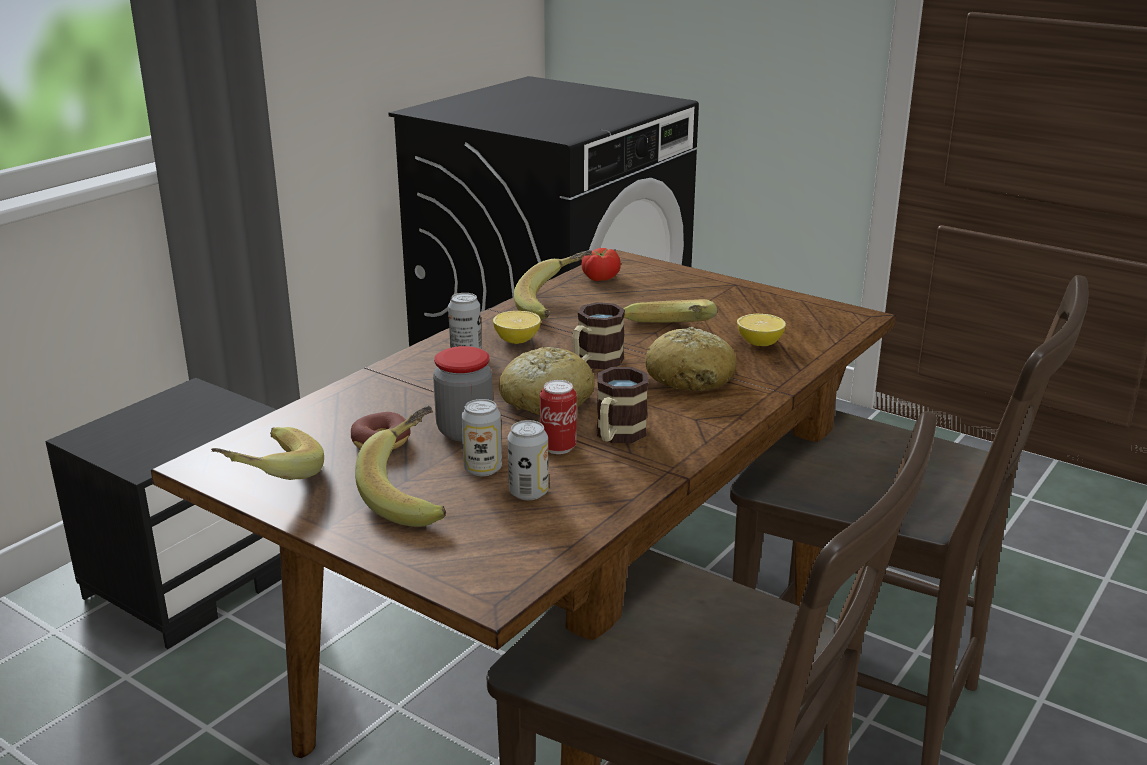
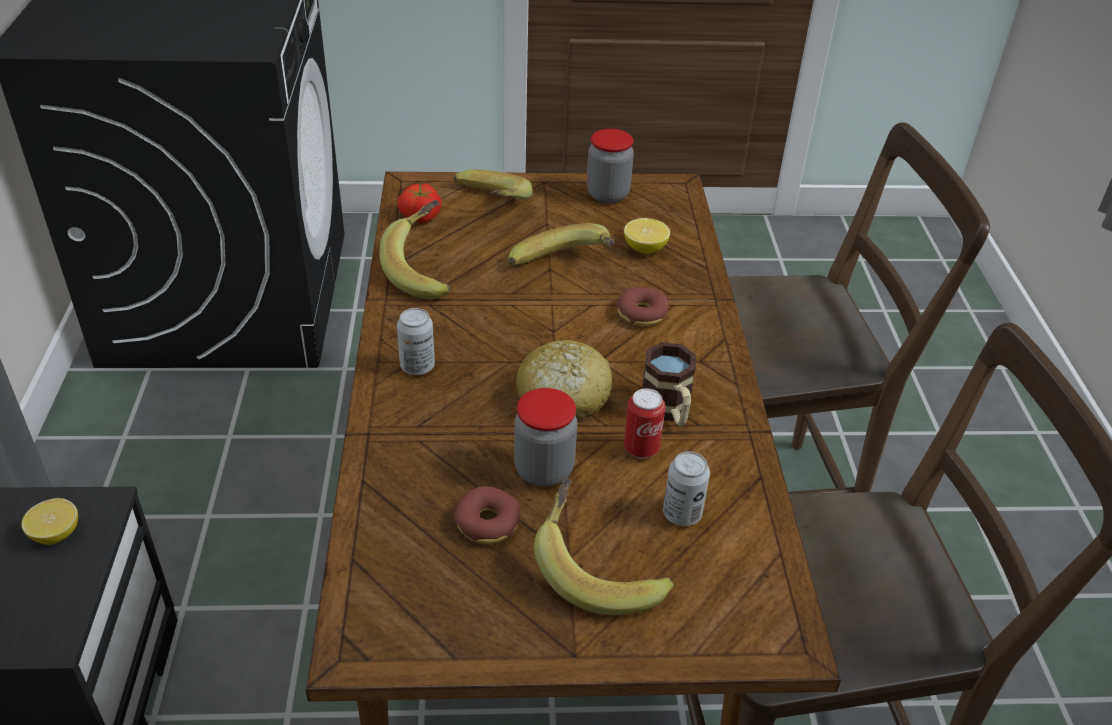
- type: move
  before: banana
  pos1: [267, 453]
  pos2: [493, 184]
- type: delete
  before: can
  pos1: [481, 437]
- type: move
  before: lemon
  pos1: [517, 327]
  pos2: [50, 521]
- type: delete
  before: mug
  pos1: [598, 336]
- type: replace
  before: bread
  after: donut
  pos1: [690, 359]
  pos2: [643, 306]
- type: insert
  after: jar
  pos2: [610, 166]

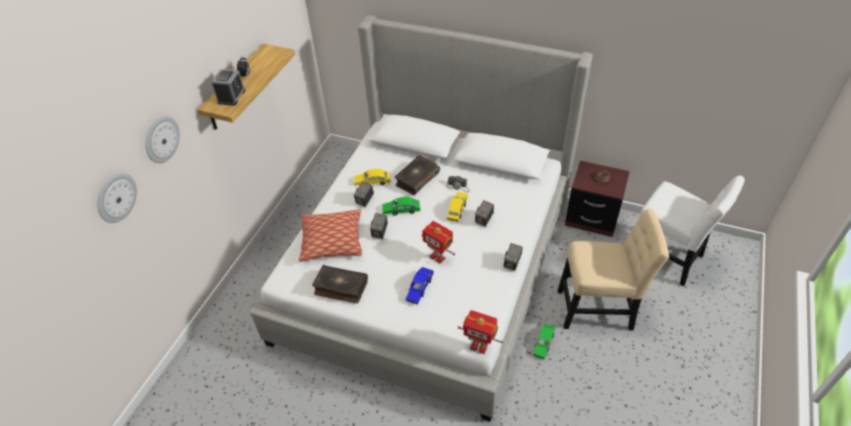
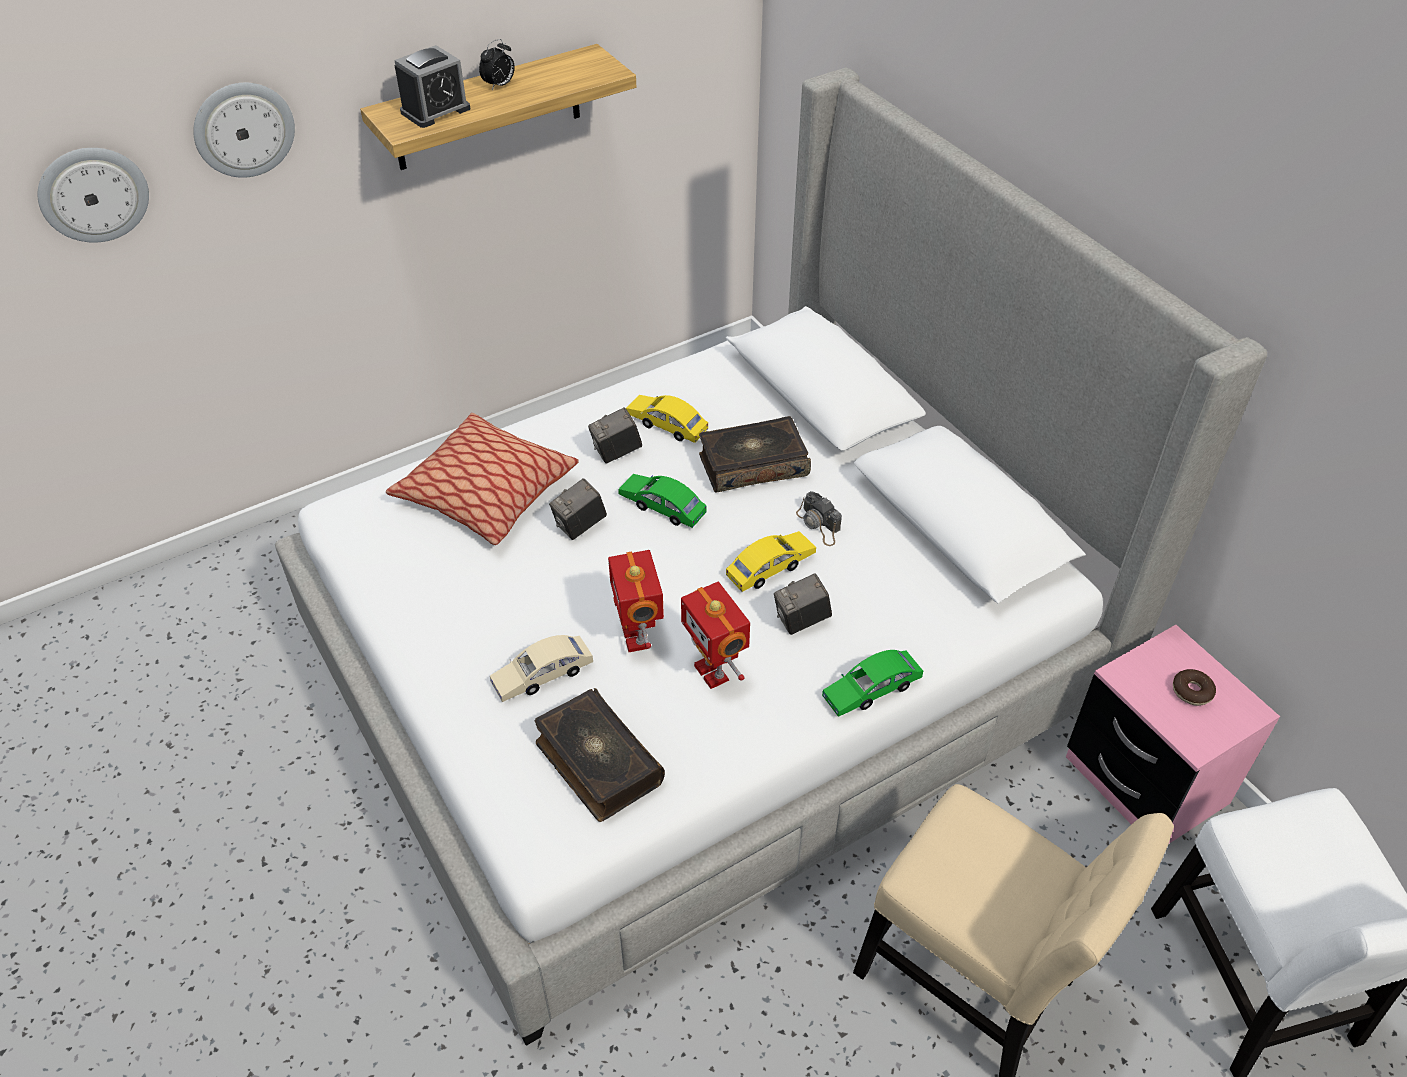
- type: move
  before: book
  pos1: [340, 284]
  pos2: [600, 755]
- type: recolor
  before: blue toy car
  after: beige toy car
  pos1: [420, 285]
  pos2: [541, 668]
- type: move
  before: toy robot
  pos1: [480, 332]
  pos2: [715, 635]
- type: delete
  before: photo camera
  pos1: [513, 257]
- type: move
  before: green toy car
  pos1: [544, 341]
  pos2: [872, 683]
- type: recolor
  before: brown nightstand
  after: pink nightstand
  pos1: [597, 199]
  pos2: [1173, 734]

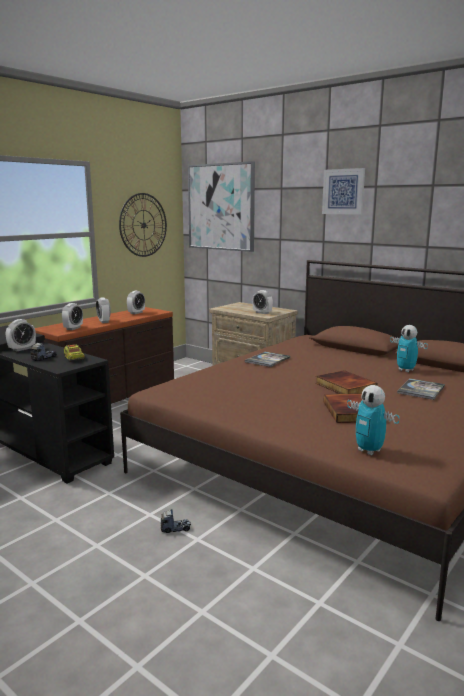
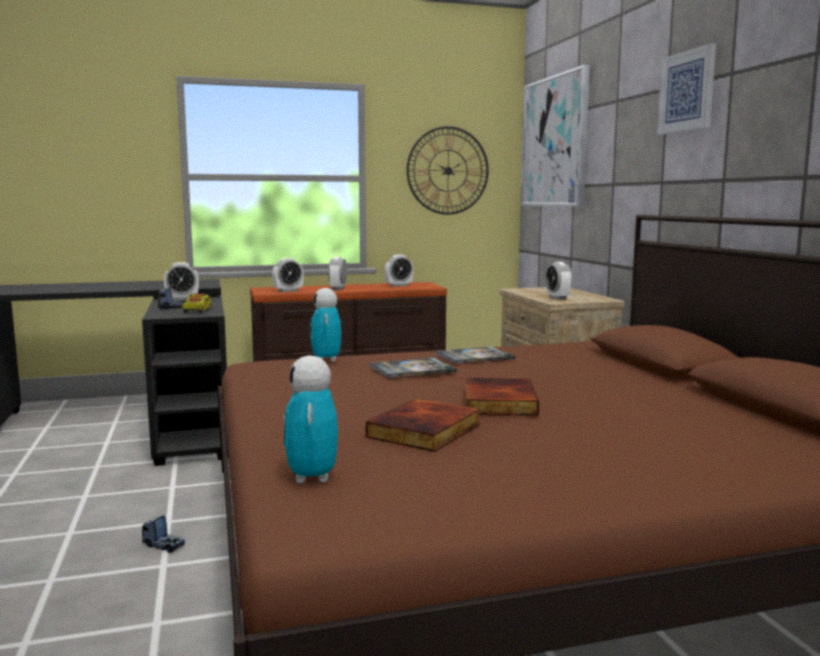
- type: move
  before: toy robot
  pos1: [409, 348]
  pos2: [325, 325]
- type: move
  before: book
  pos1: [421, 389]
  pos2: [413, 368]

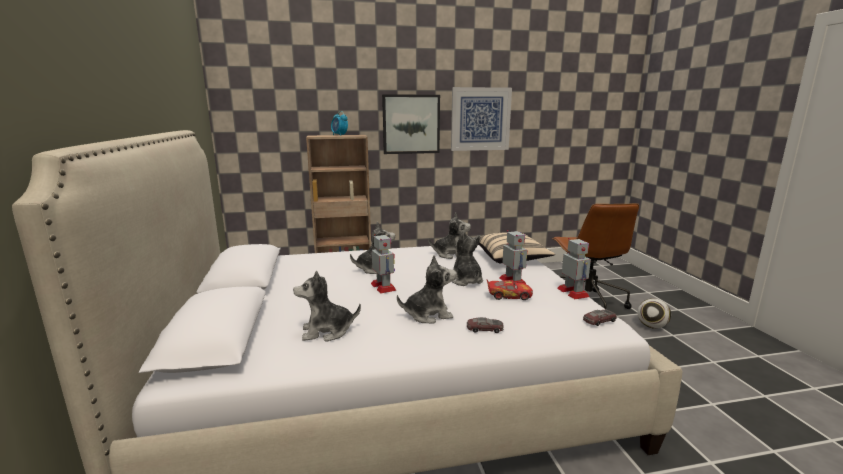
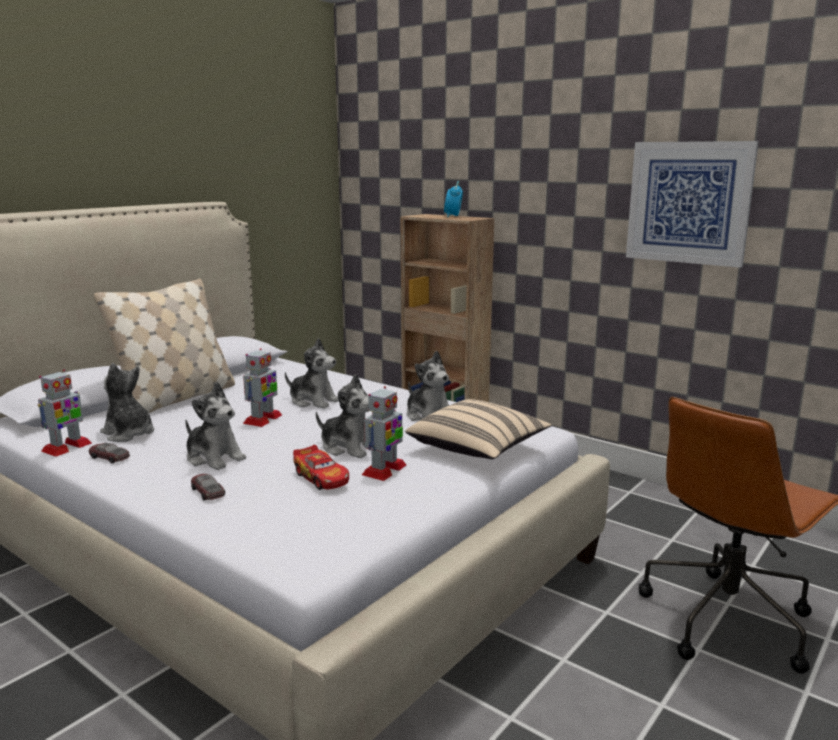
- type: delete
  before: picture
  pos1: [411, 124]
- type: rotate
  before: plush toy
  pos1: [467, 258]
  pos2: [342, 416]
  turn: 90
- type: move
  before: toy robot
  pos1: [574, 268]
  pos2: [64, 413]
- type: move
  before: toy car
  pos1: [600, 318]
  pos2: [109, 453]
- type: delete
  before: football
  pos1: [654, 313]
- type: insert
  after: beige pillow
  pos2: [164, 346]

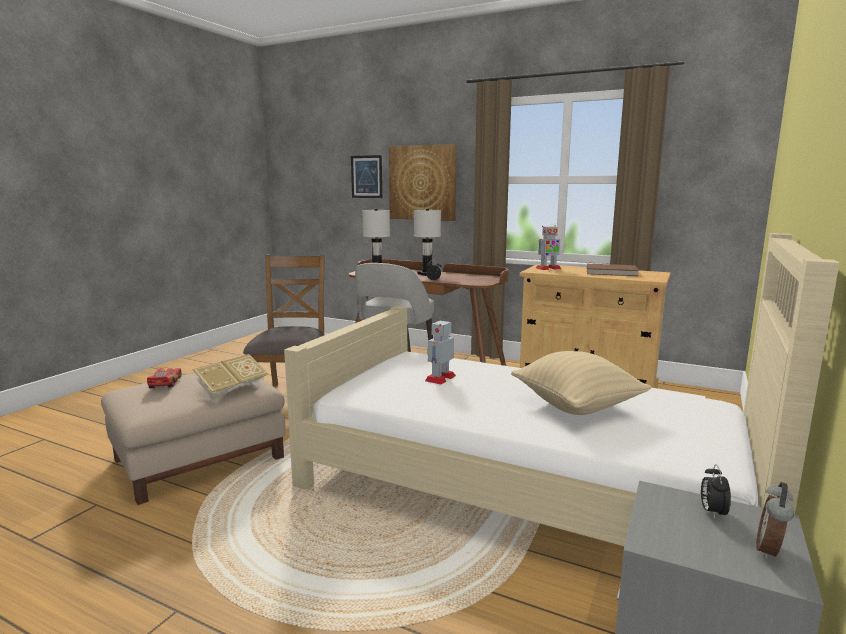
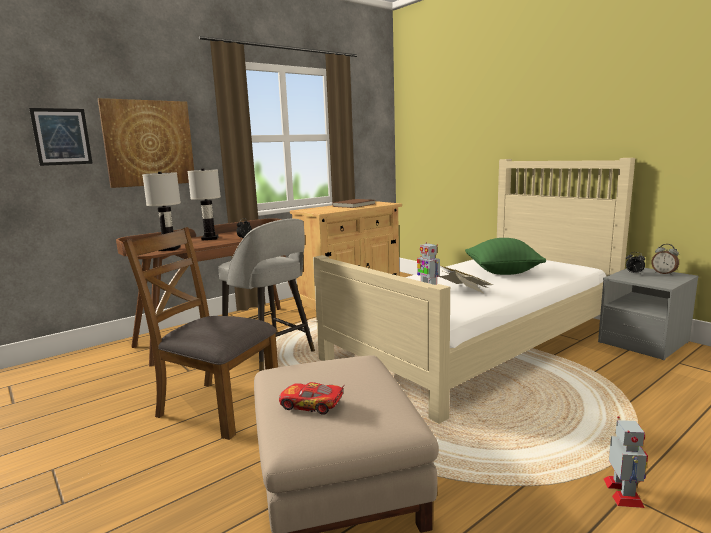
- type: move
  before: book
  pos1: [230, 377]
  pos2: [466, 279]
- type: recolor
  before: beige pillow
  after: green pillow
  pos1: [581, 383]
  pos2: [505, 256]
- type: move
  before: toy robot
  pos1: [548, 248]
  pos2: [626, 462]

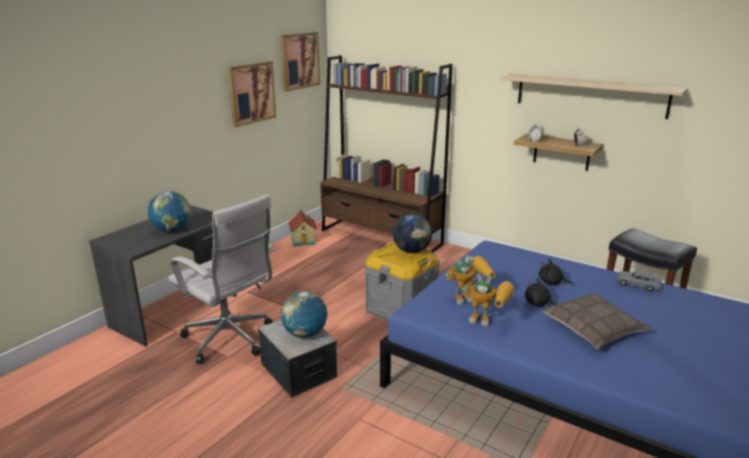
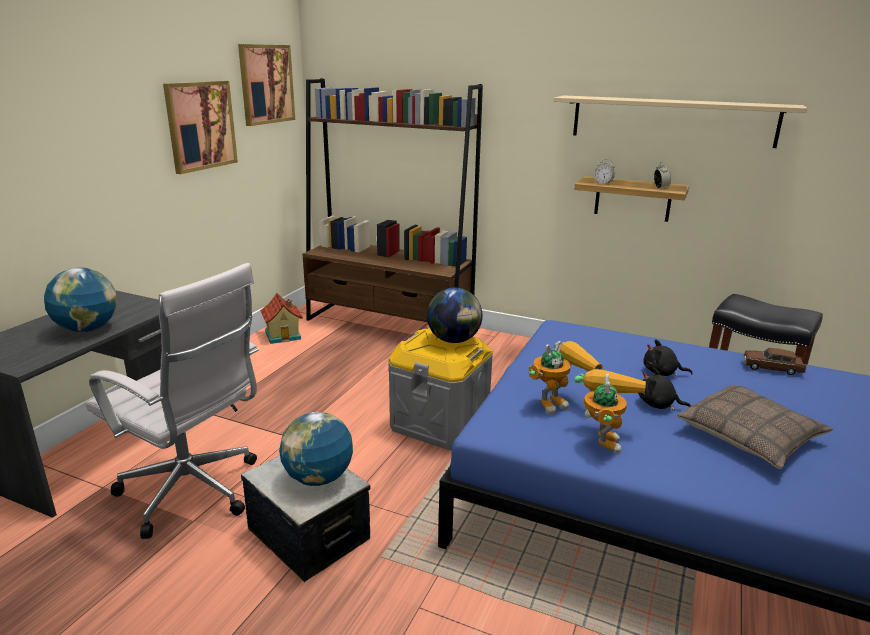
- type: rotate
  before: toy robot
  pos1: [488, 300]
  pos2: [610, 411]
  turn: -90
- type: recolor
  before: grey toy car
  after: brown toy car
  pos1: [639, 280]
  pos2: [774, 361]

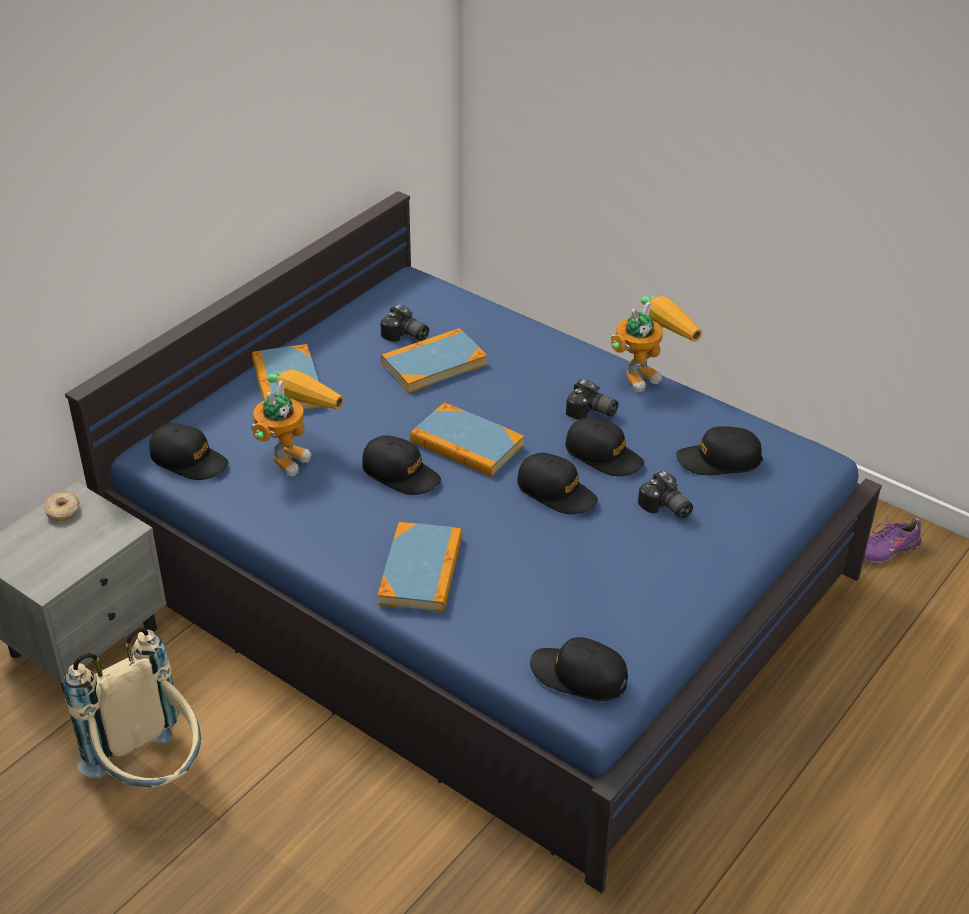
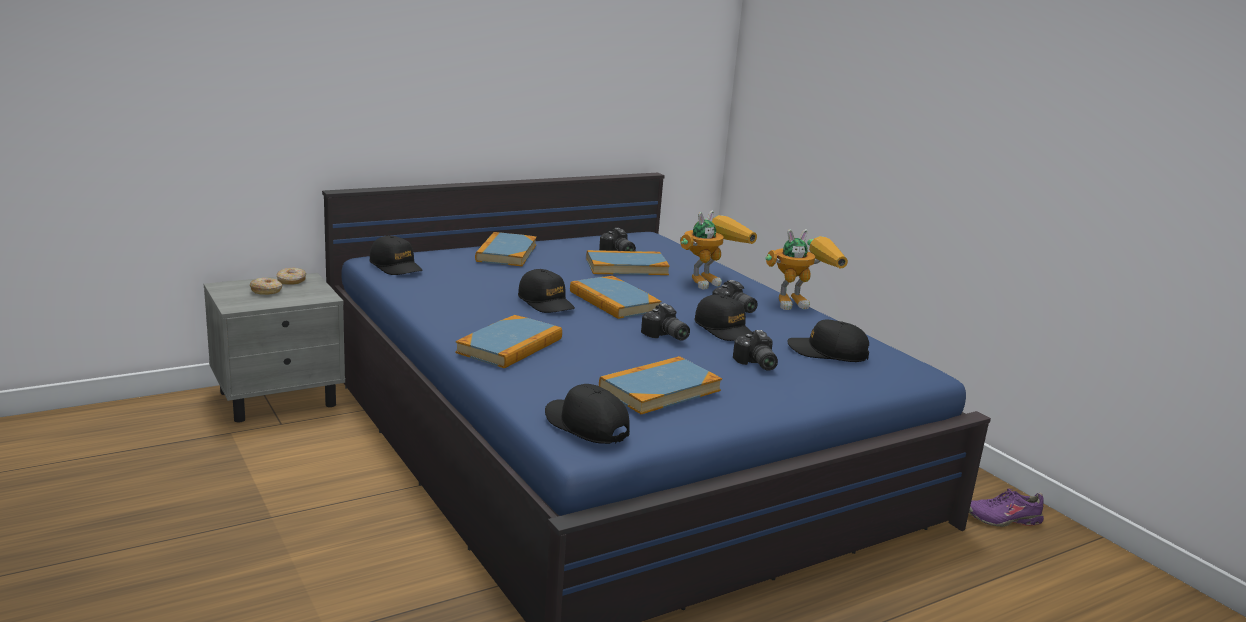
- type: delete
  before: beige backpack
  pos1: [132, 707]
- type: move
  before: toy robot
  pos1: [297, 422]
  pos2: [718, 249]
- type: replace
  before: black cap
  after: photo camera
  pos1: [557, 483]
  pos2: [665, 322]
- type: insert
  after: donut
  pos2: [266, 286]
- type: insert
  after: book
  pos2: [660, 385]

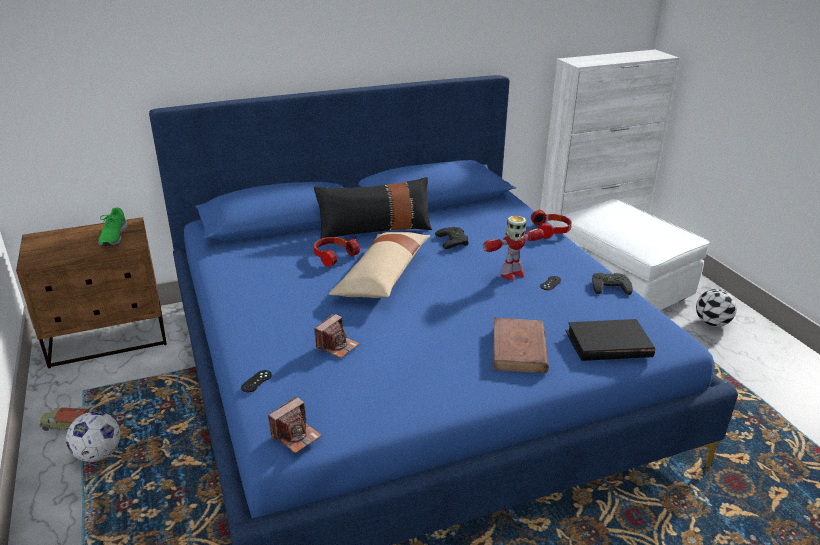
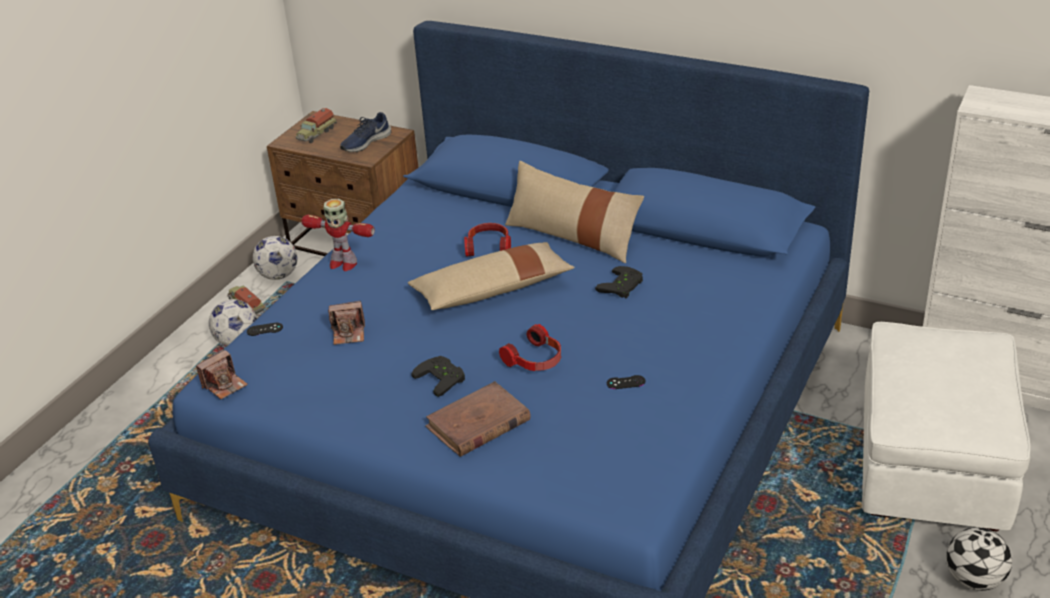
- type: recolor
  before: green shoe
  after: blue shoe
  pos1: [113, 227]
  pos2: [365, 132]
- type: rotate
  before: photo camera
  pos1: [295, 424]
  pos2: [222, 374]
  turn: -45
- type: recolor
  before: black pillow
  after: beige pillow
  pos1: [373, 208]
  pos2: [574, 212]
- type: move
  before: toy robot
  pos1: [513, 248]
  pos2: [338, 235]
- type: move
  before: headphones
  pos1: [551, 224]
  pos2: [530, 347]
- type: delete
  before: black book
  pos1: [610, 340]
- type: move
  before: black game controller
  pos1: [612, 284]
  pos2: [438, 376]
- type: insert
  after: football
  pos2: [275, 258]
- type: insert
  after: toy truck
  pos2: [316, 125]

